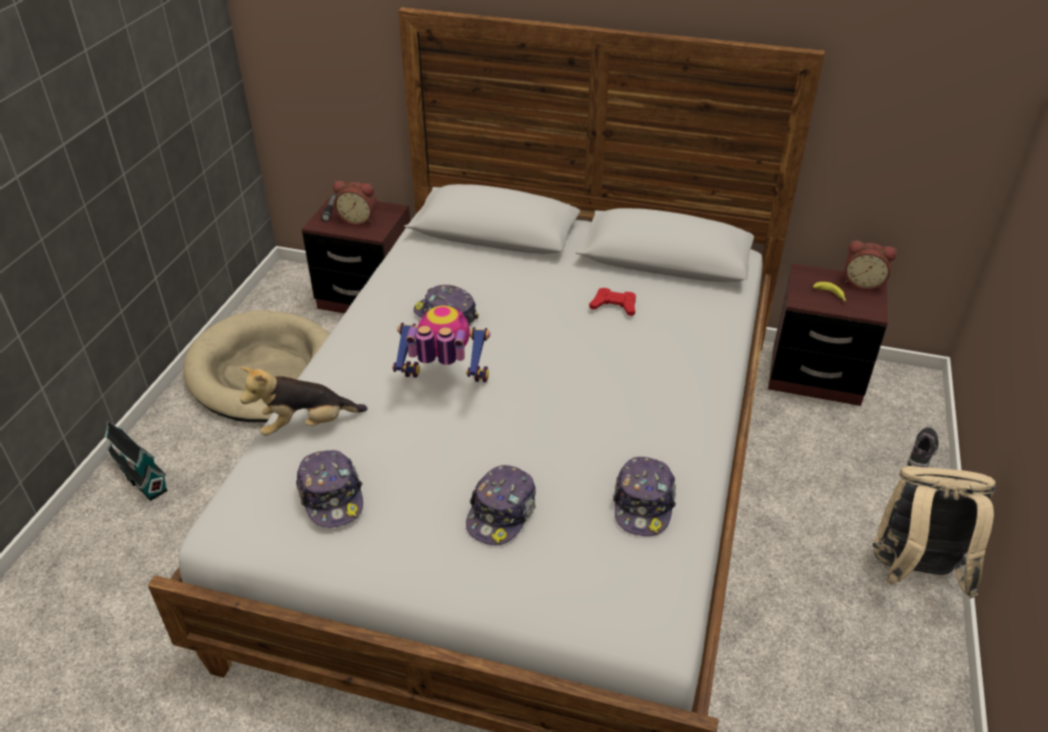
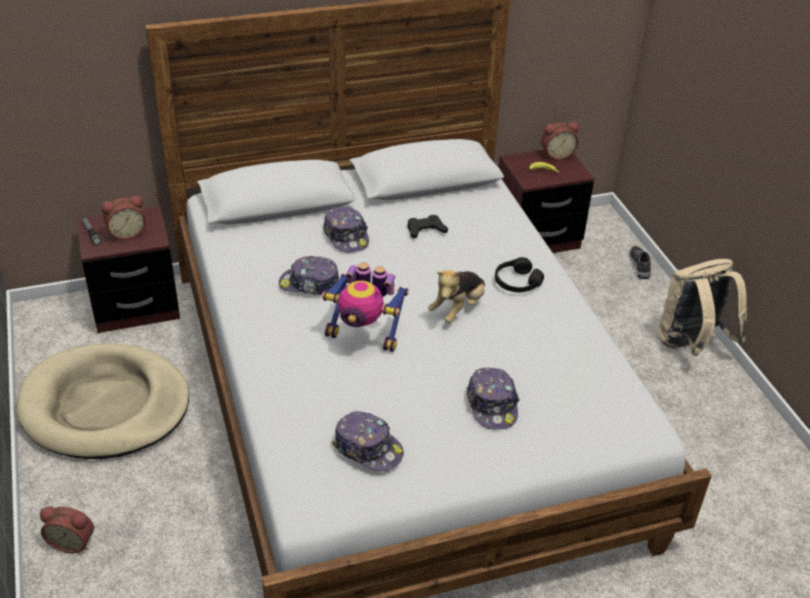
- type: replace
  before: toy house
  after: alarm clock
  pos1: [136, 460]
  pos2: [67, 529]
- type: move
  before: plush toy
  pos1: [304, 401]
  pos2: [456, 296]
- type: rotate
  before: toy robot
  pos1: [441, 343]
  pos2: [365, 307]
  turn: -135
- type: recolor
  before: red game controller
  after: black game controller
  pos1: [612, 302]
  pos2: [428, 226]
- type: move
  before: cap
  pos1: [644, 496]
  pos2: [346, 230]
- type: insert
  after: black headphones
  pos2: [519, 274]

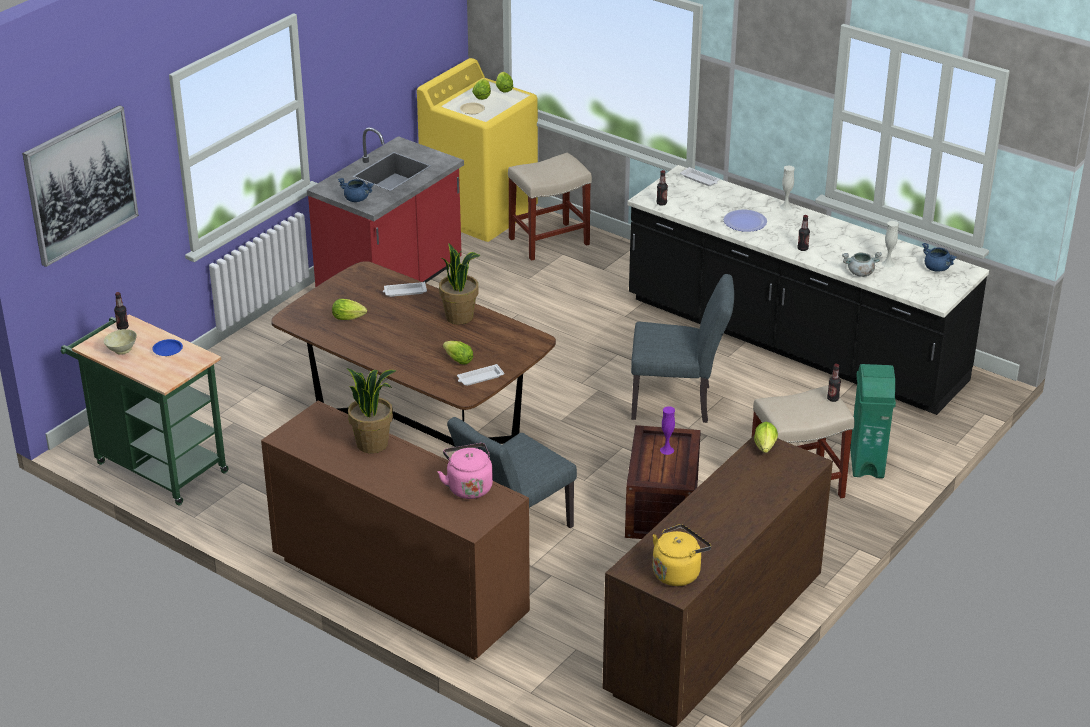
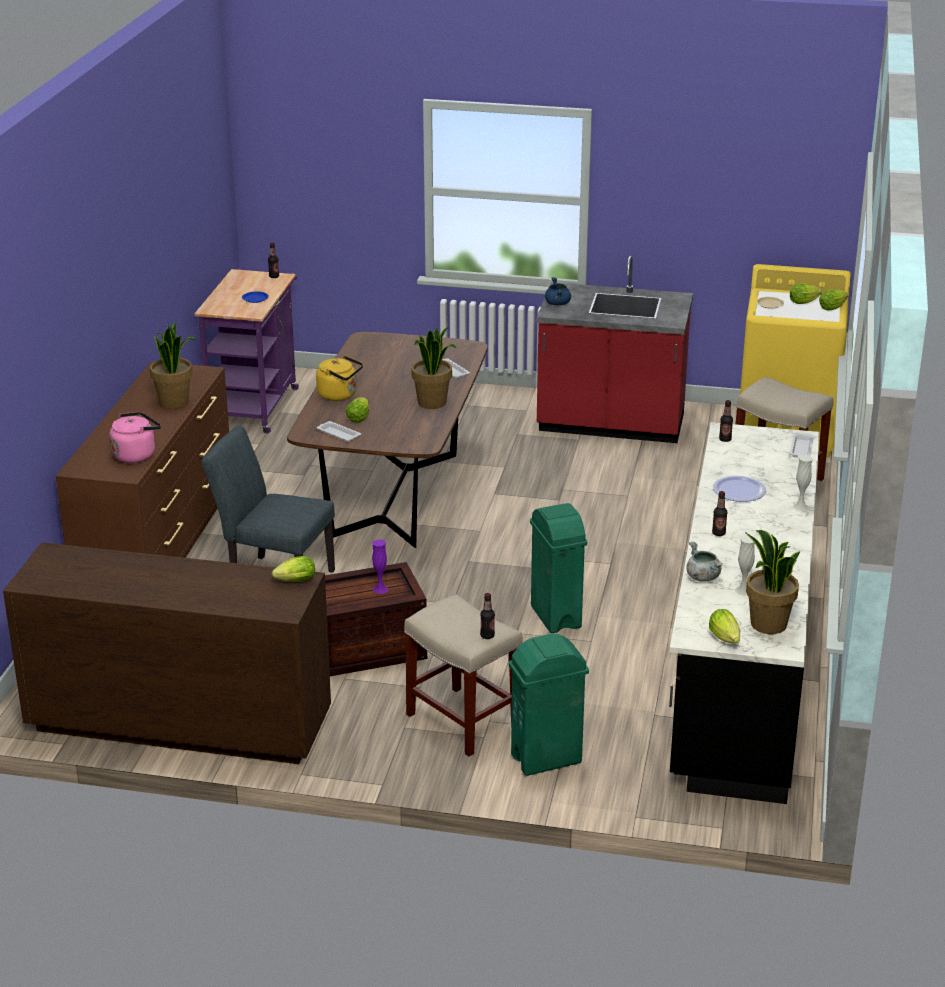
- type: delete
  before: picture
  pos1: [80, 186]
- type: recolor
  before: green cart
  after: purple cart
  pos1: [144, 410]
  pos2: [247, 351]
- type: delete
  before: beige bowl
  pos1: [120, 342]
- type: move
  before: lettuce
  pos1: [349, 309]
  pos2: [724, 626]
- type: replace
  before: grey chair
  after: green trash can
  pos1: [682, 348]
  pos2: [558, 568]
- type: move
  before: yellow kettle
  pos1: [682, 555]
  pos2: [339, 378]
- type: replace
  before: blue cooking pot
  after: potted plant
  pos1: [939, 257]
  pos2: [772, 582]

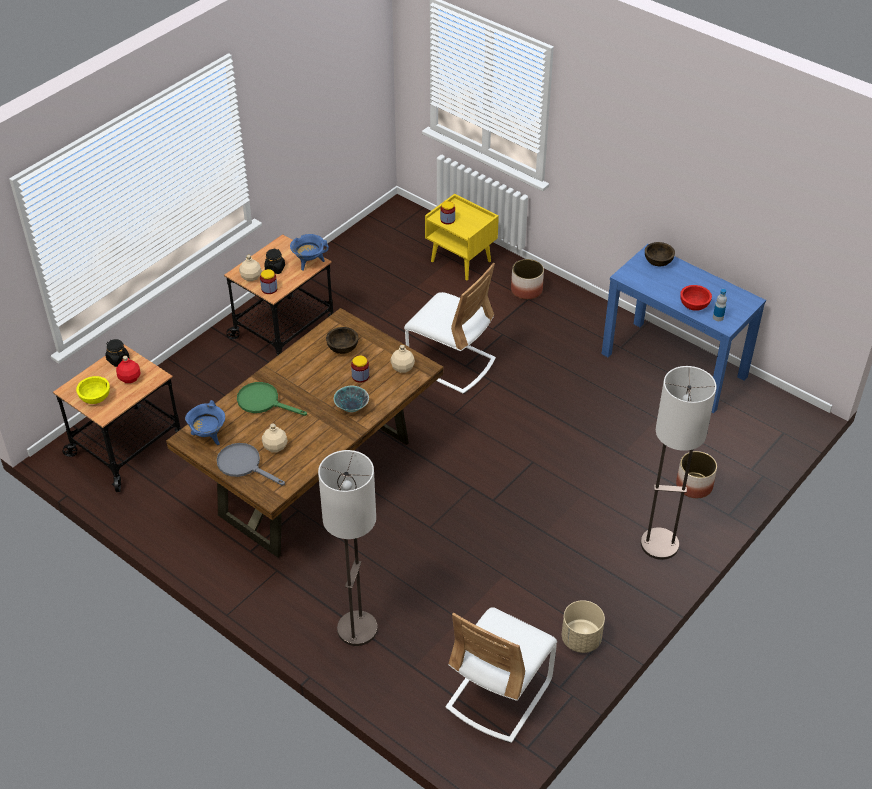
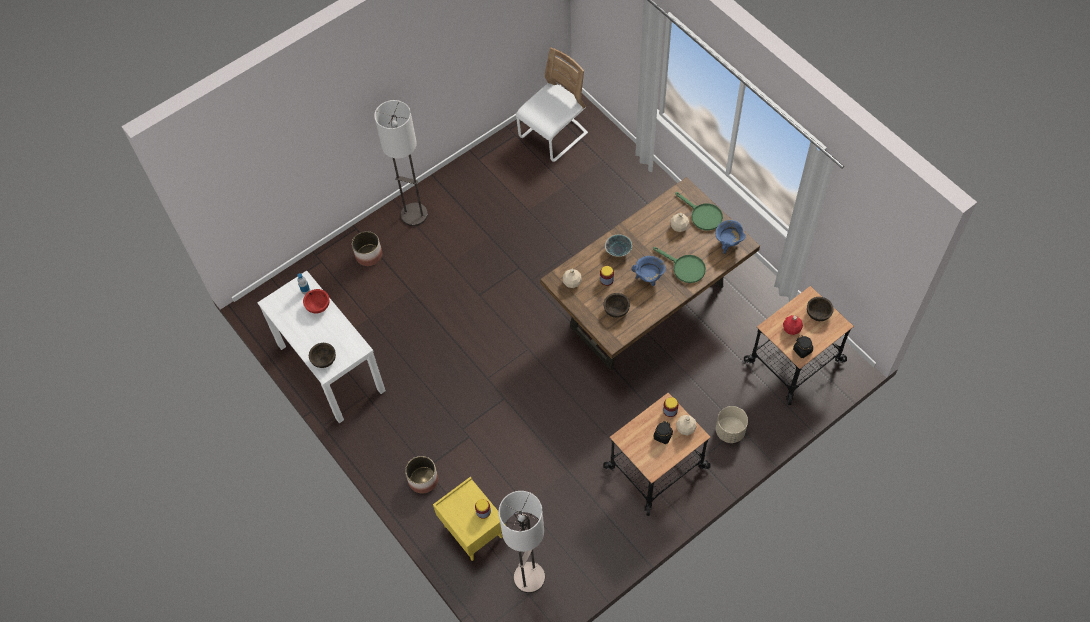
- type: recolor
  before: yellow bowl
  after: brown bowl
  pos1: [93, 390]
  pos2: [820, 309]
- type: recolor
  before: grey frying pan
  after: green frying pan
  pos1: [251, 464]
  pos2: [699, 211]
- type: move
  before: blue cooking pot
  pos1: [309, 252]
  pos2: [648, 271]
- type: move
  before: floor lamp
  pos1: [348, 548]
  pos2: [522, 542]
- type: delete
  before: white chair
  pos1: [450, 328]
- type: move
  before: beige planter
  pos1: [583, 626]
  pos2: [732, 424]
- type: recolor
  before: blue console table
  after: white console table
  pos1: [684, 329]
  pos2: [322, 347]

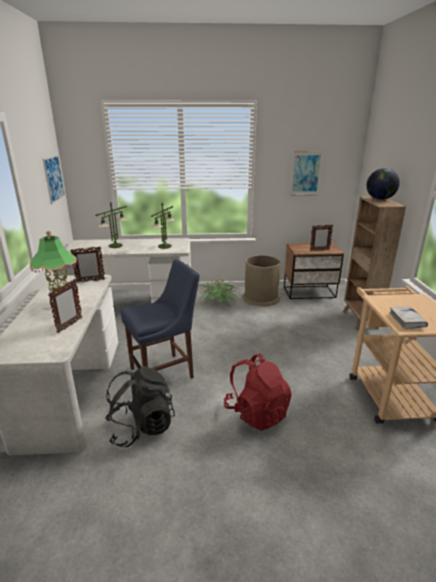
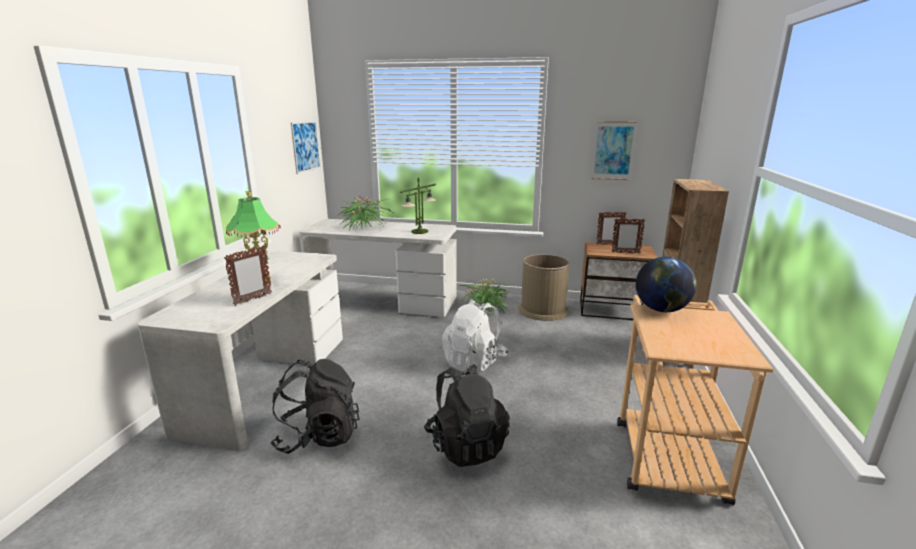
- type: move
  before: picture frame
  pos1: [87, 264]
  pos2: [611, 228]
- type: replace
  before: table lamp
  after: potted plant
  pos1: [111, 225]
  pos2: [367, 212]
- type: delete
  before: blue chair
  pos1: [160, 319]
- type: recolor
  before: red backpack
  after: black backpack
  pos1: [258, 392]
  pos2: [467, 415]
- type: move
  before: globe
  pos1: [383, 184]
  pos2: [666, 284]
- type: delete
  before: white book
  pos1: [408, 318]
- type: insert
  after: white backpack
  pos2: [475, 336]

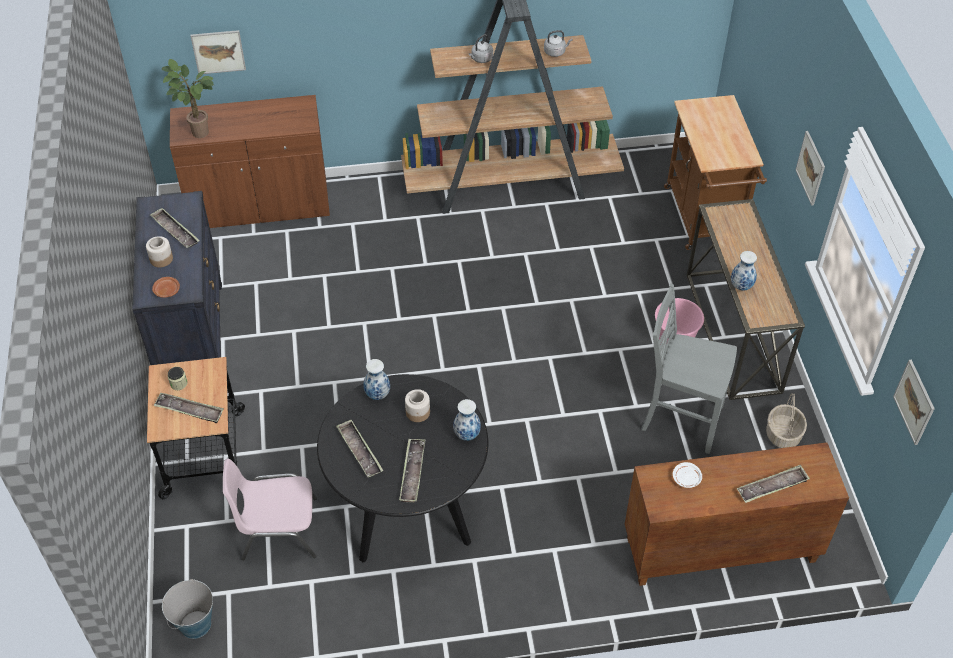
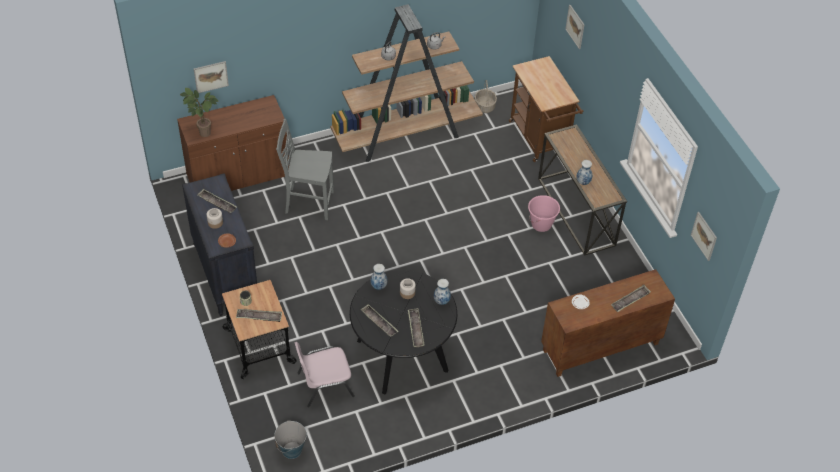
- type: move
  before: grey chair
  pos1: [689, 369]
  pos2: [305, 169]
- type: move
  before: basket
  pos1: [786, 420]
  pos2: [486, 96]
- type: move
  before: picture
  pos1: [810, 168]
  pos2: [575, 27]

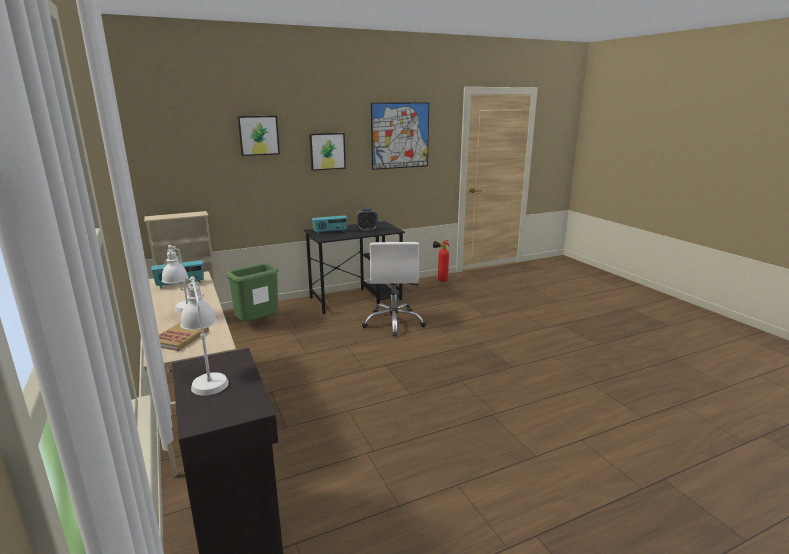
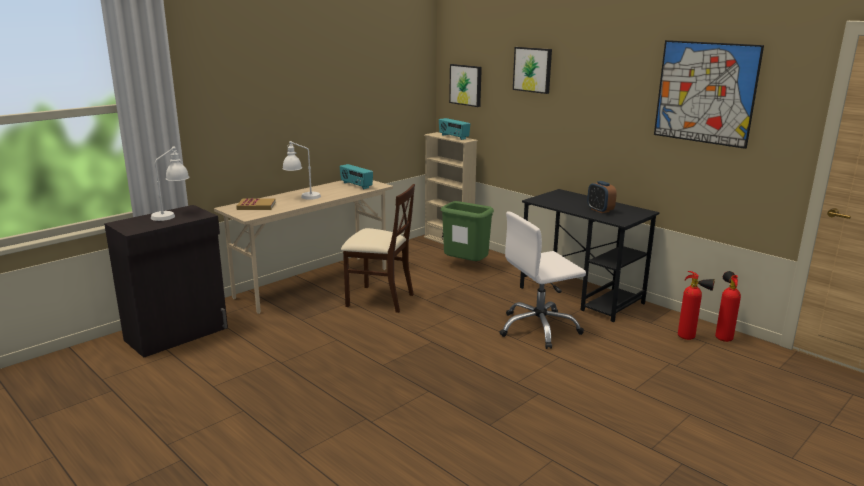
- type: move
  before: picture
  pos1: [327, 152]
  pos2: [465, 85]
- type: move
  before: radio
  pos1: [330, 224]
  pos2: [454, 129]
- type: insert
  after: beige chair
  pos2: [378, 248]
- type: insert
  after: fire extinguisher
  pos2: [696, 305]

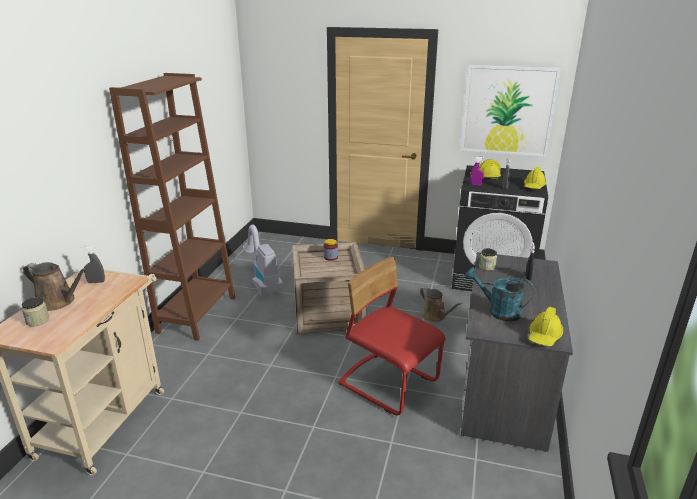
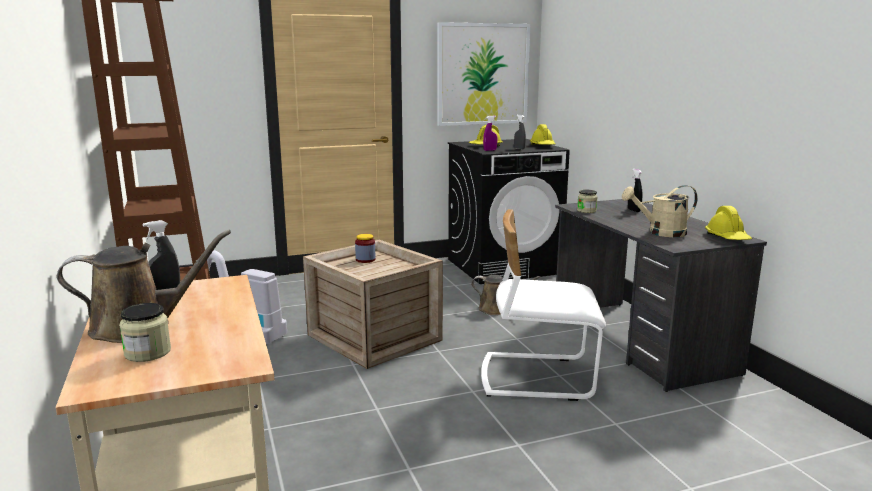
- type: recolor
  before: red chair
  after: white chair
  pos1: [392, 336]
  pos2: [543, 305]
- type: recolor
  before: turquoise watering can
  after: beige watering can
  pos1: [499, 294]
  pos2: [660, 211]

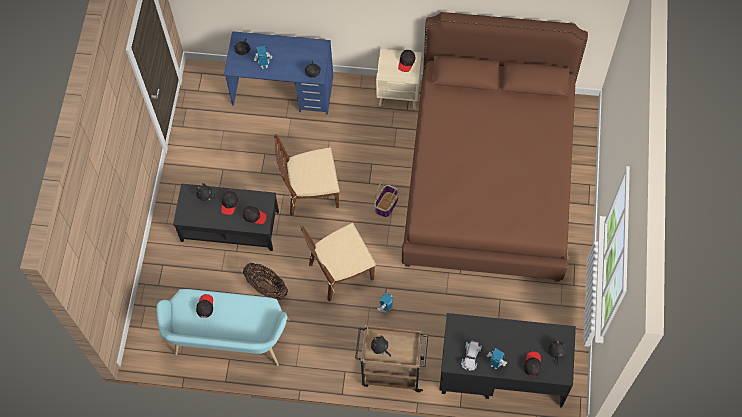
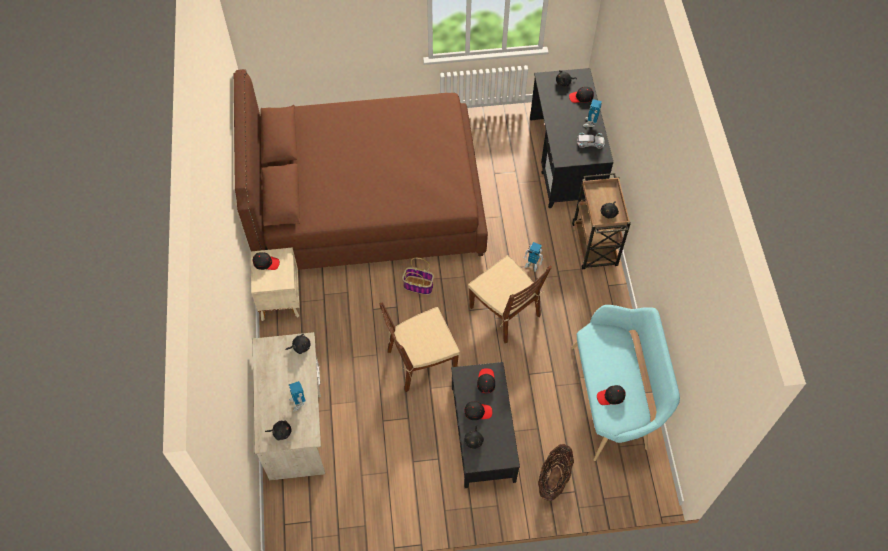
- type: recolor
  before: blue desk
  after: beige desk
  pos1: [278, 72]
  pos2: [289, 406]
- type: move
  before: basket
  pos1: [265, 282]
  pos2: [556, 472]
- type: rotate
  before: brown chair
  pos1: [306, 175]
  pos2: [420, 347]
  turn: 90

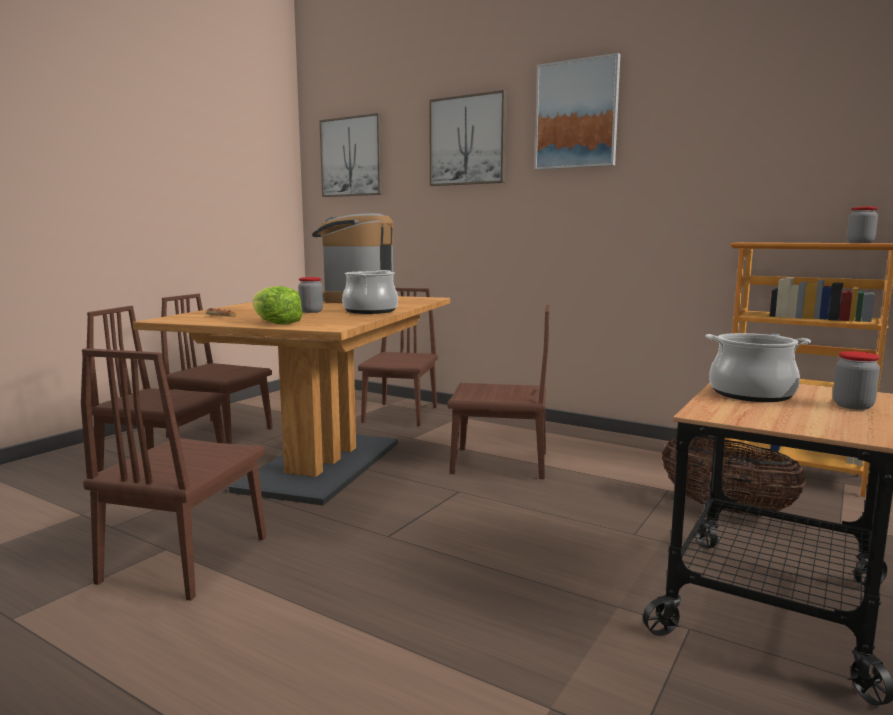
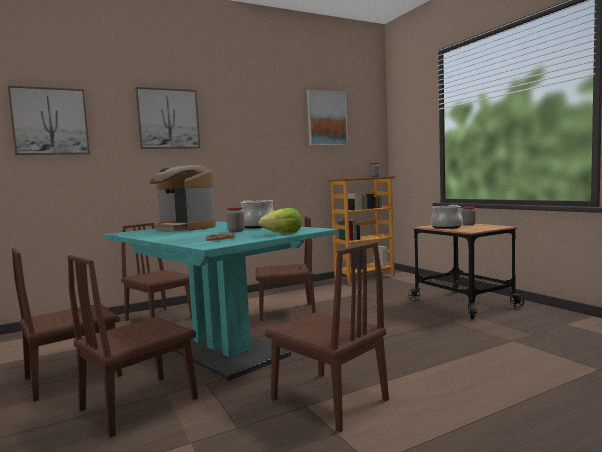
- type: recolor
  before: brown dining table
  after: turquoise dining table
  pos1: [291, 400]
  pos2: [221, 301]
- type: rotate
  before: brown chair
  pos1: [498, 392]
  pos2: [286, 268]
  turn: 45
- type: move
  before: picture
  pos1: [577, 111]
  pos2: [327, 117]
- type: delete
  before: basket
  pos1: [733, 476]

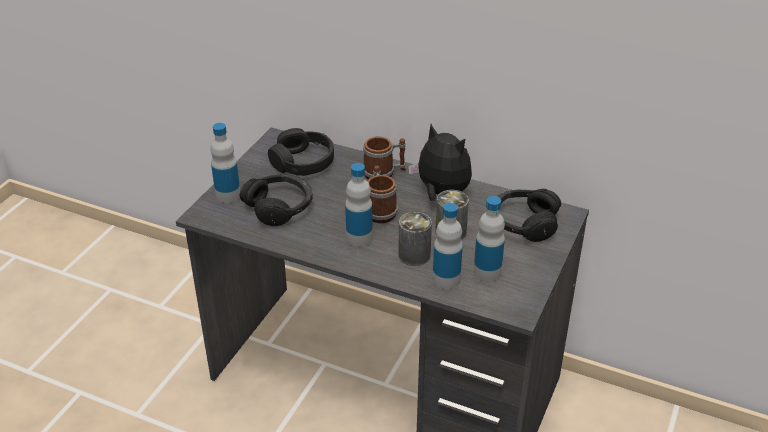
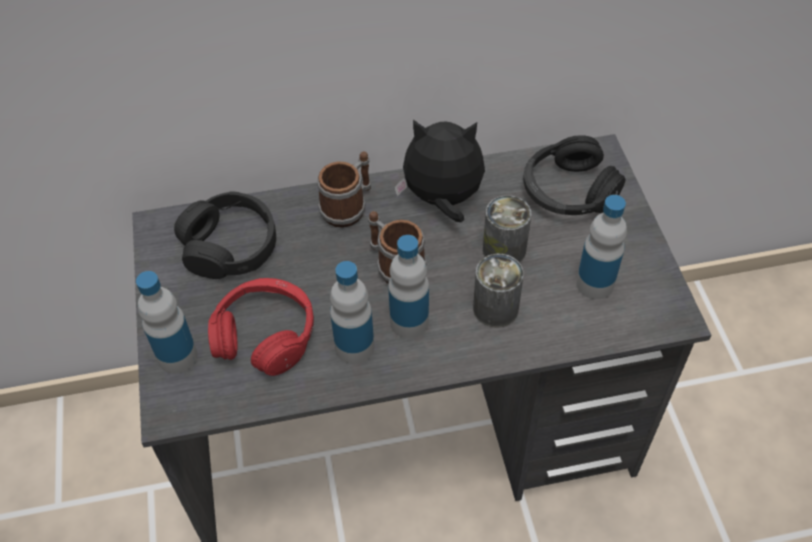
- type: recolor
  before: black headphones
  after: red headphones
  pos1: [276, 200]
  pos2: [261, 327]
- type: move
  before: bottle
  pos1: [448, 246]
  pos2: [352, 312]

